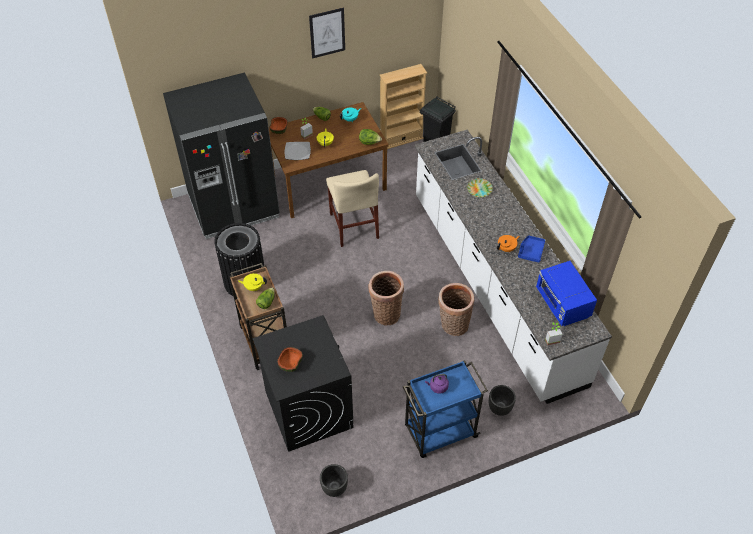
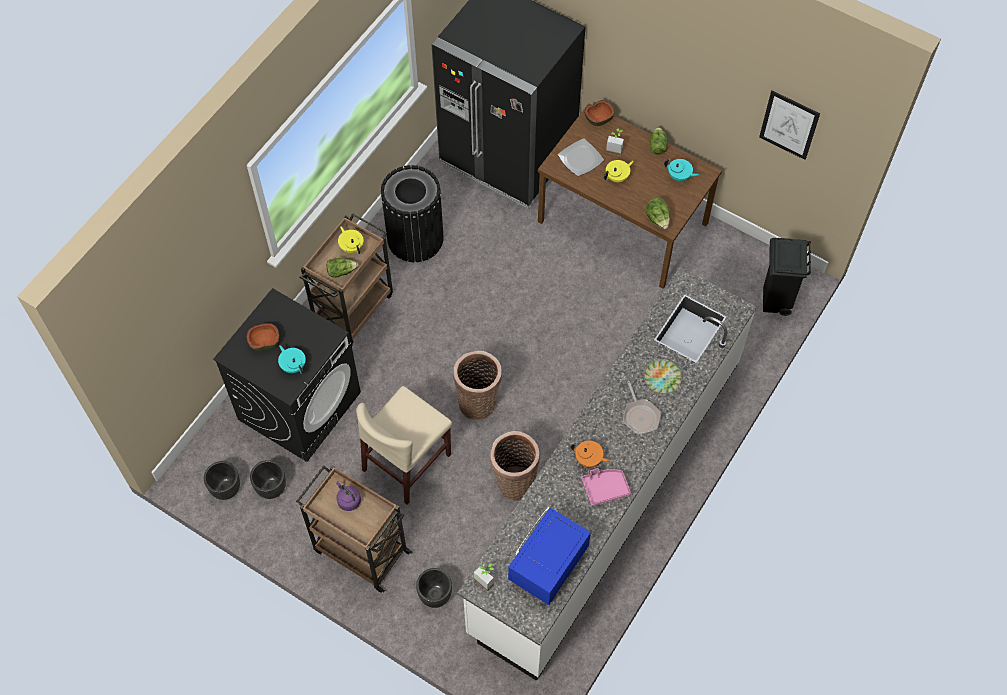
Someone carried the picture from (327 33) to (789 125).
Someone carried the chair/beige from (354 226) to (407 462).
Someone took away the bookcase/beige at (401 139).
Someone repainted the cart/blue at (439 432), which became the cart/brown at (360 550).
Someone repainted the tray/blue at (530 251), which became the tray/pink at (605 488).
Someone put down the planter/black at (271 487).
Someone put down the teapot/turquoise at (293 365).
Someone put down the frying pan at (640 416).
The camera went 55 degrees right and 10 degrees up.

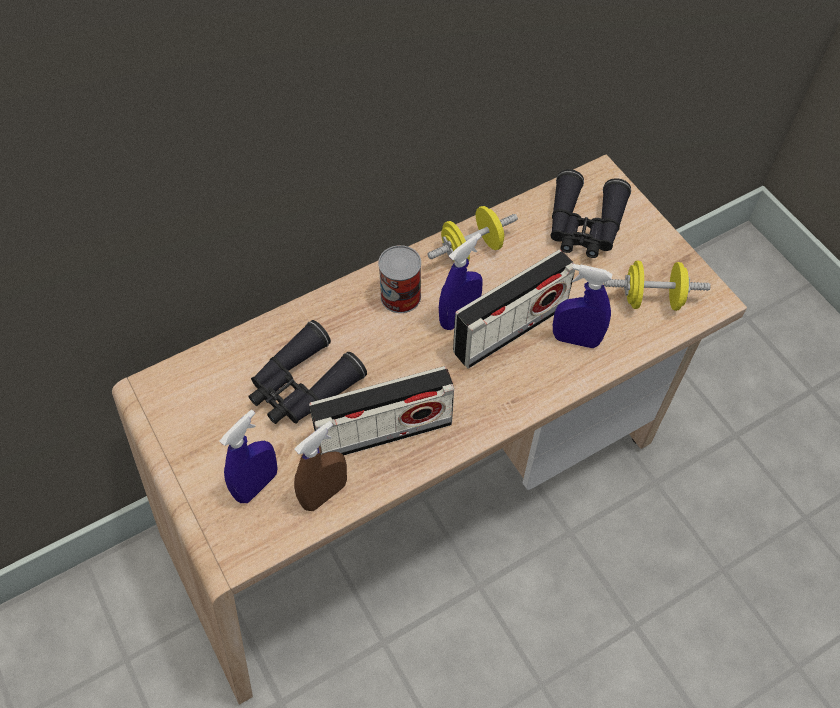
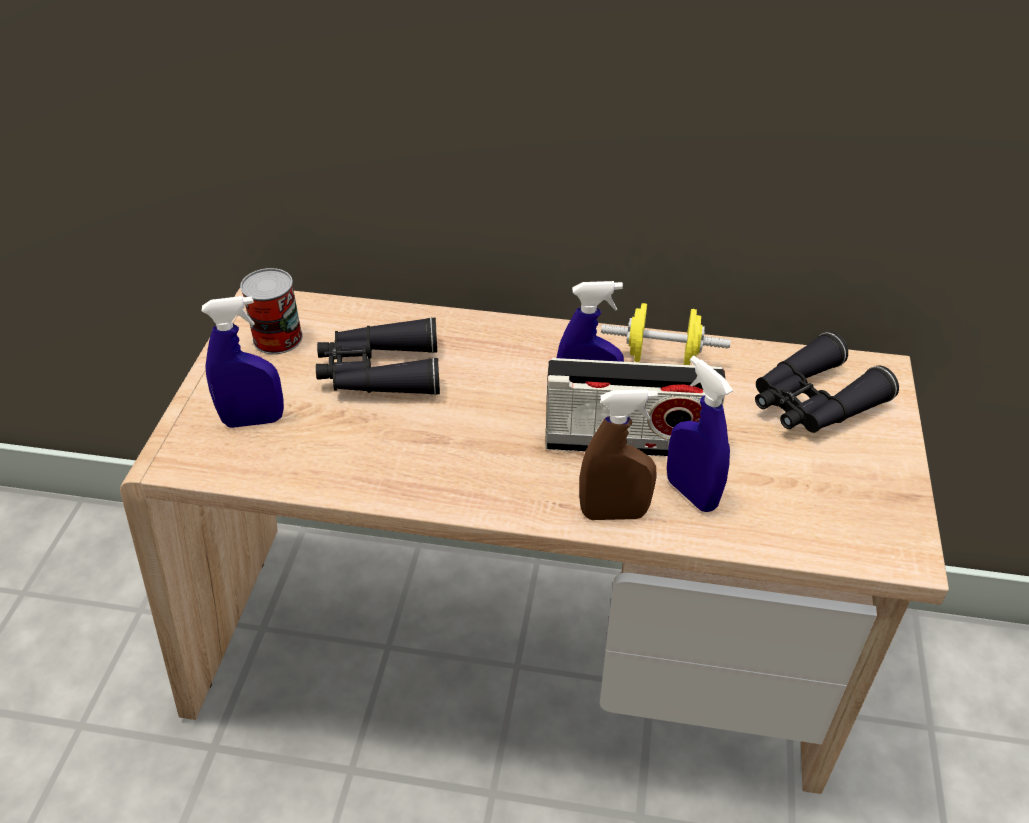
Someone carried the spray bottle/brown from (324 494) to (614 513).
Someone took away the radio at (384 431).
Someone carried the can from (400 296) to (277 338).
Someone took away the dumbbell/yellow at (651 299).
The camera went 40 degrees right and 15 degrees down.

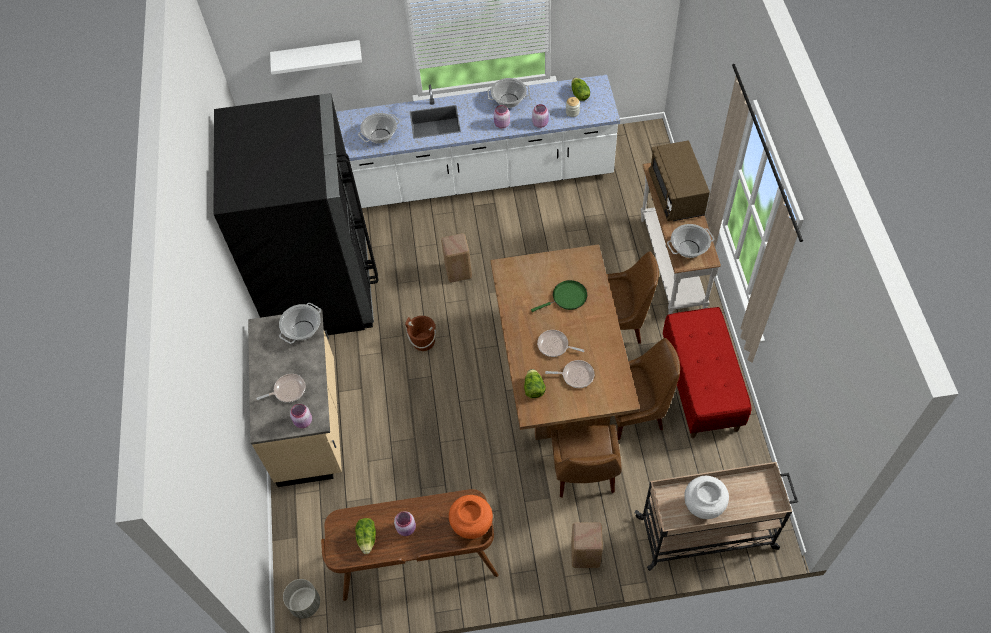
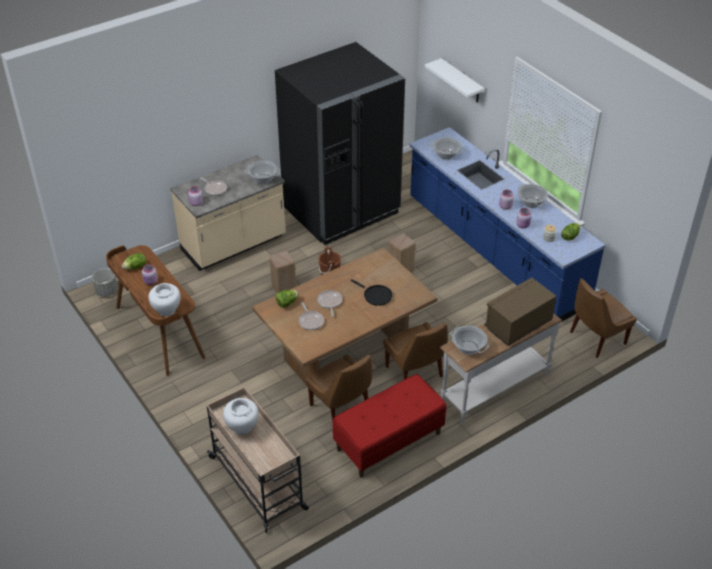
Someone repainted the counter/white at (479 178), which became the counter/blue at (494 251).
Someone repainted the vase/orange at (472 526), which became the vase/white at (167 311).
Someone repainted the frying pan/green at (567 298), which became the frying pan/black at (376 295).
Someone carried the chair/brown from (584 475) to (595 338).
Someone carried the stool/beige from (584 554) to (284 287).
The camera went 60 degrees right and 15 degrees down.

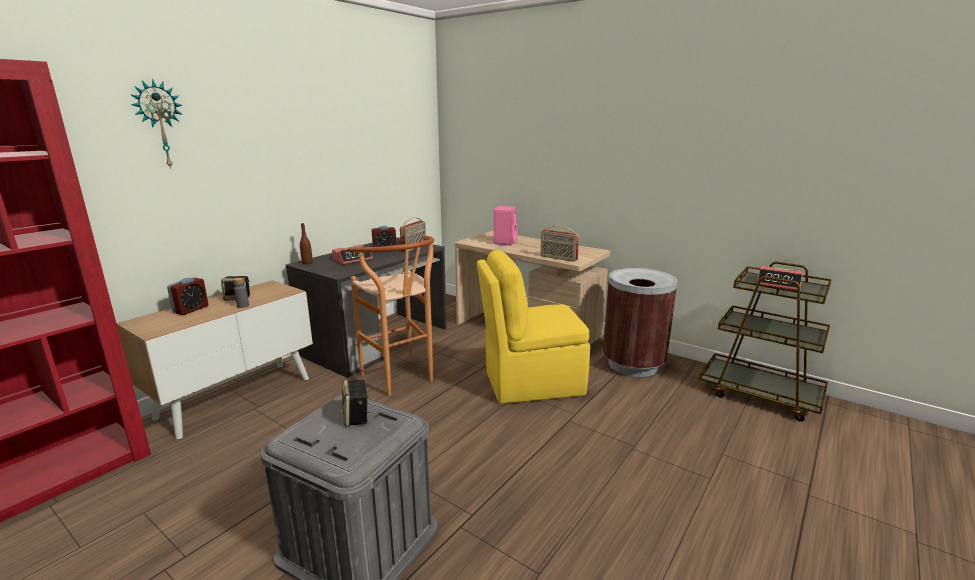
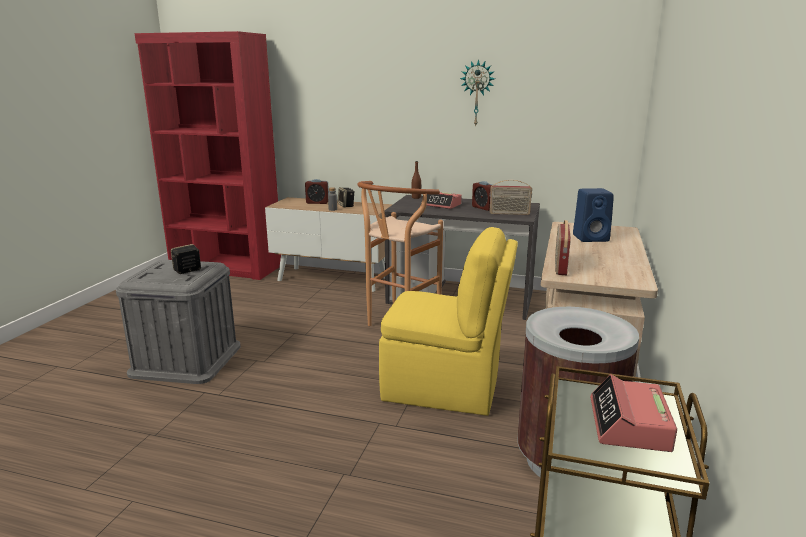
Someone carried the wall clock from (160 125) to (477 93).
Someone rotated the chair/yellow at (530 383) by 135 degrees clockwise.
Someone repainted the speaker/pink at (505 242), which became the speaker/blue at (591 238).
The camera went 70 degrees right and 0 degrees up.

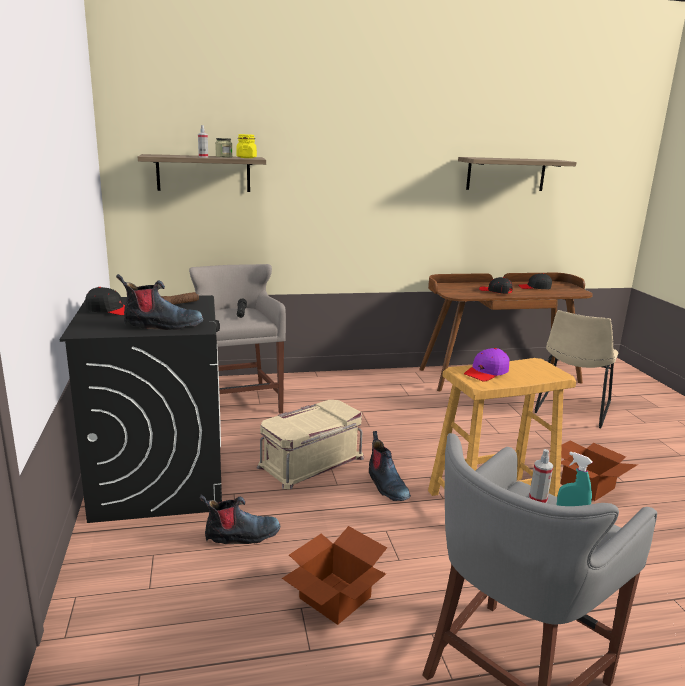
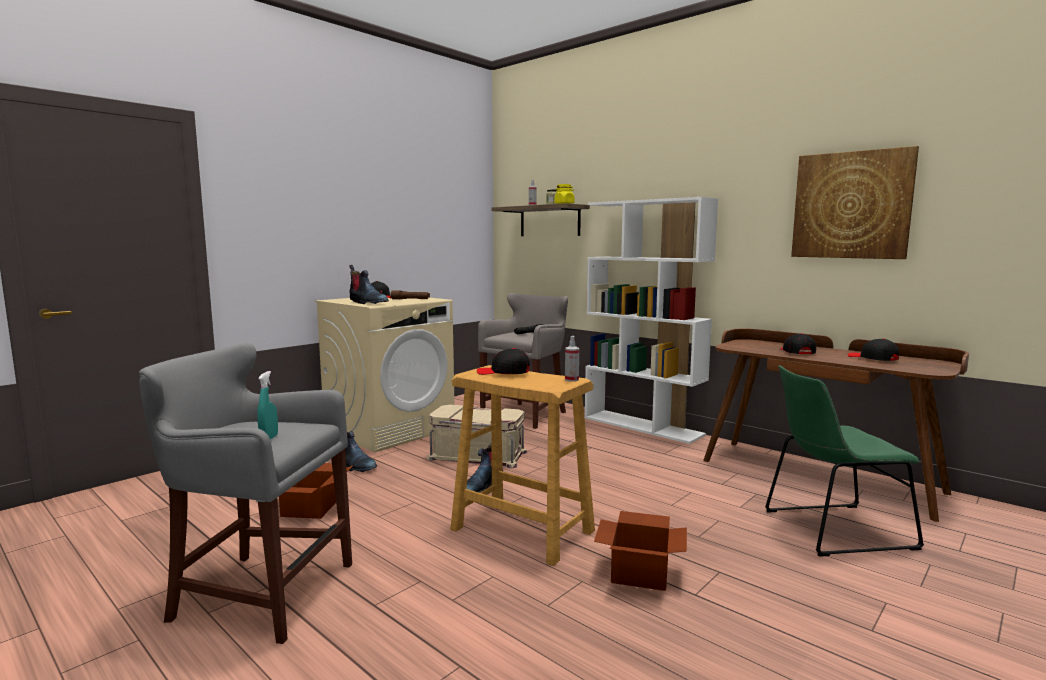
Someone repainted the washing machine/black at (159 479), which became the washing machine/beige at (390 429).
Someone swapped the shelf at (506 174) for the picture at (851 205).
Someone repainted the cap/purple at (486 372), which became the cap/black at (503 372).
Someone carried the spray bottle from (538 500) to (571 380).
Someone repainted the chair/beige at (572 409), which became the chair/green at (832 529).
Someone put down the bookcase/white at (643 426).
The camera went 55 degrees right and 10 degrees down.

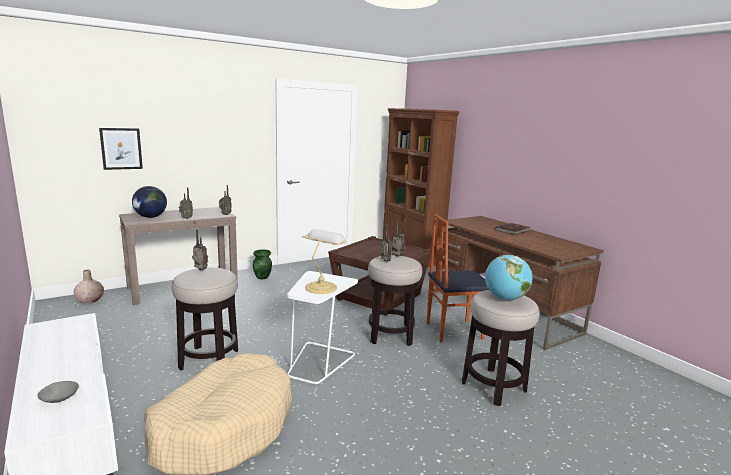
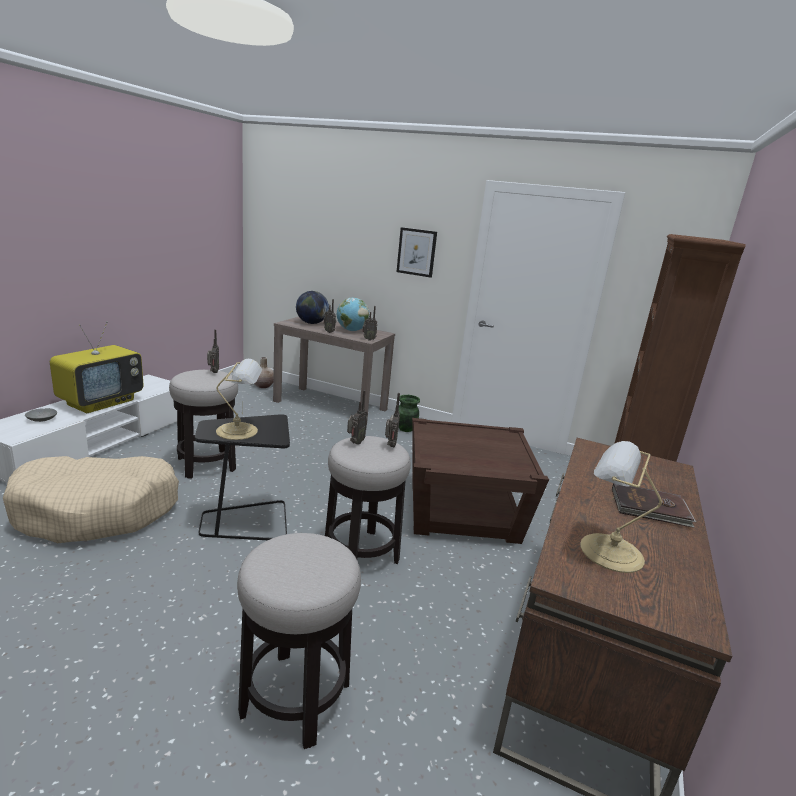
Someone carried the picture from (121 148) to (416 252).
Someone repainted the side table/white at (318 362), which became the side table/black at (246 522).
Someone took away the chair at (453 330).
Someone carried the globe from (505 299) to (351 330).
Someone put down the television at (101 402).
Someone put down the table lamp at (607 551).
The camera went 55 degrees right and 5 degrees up.

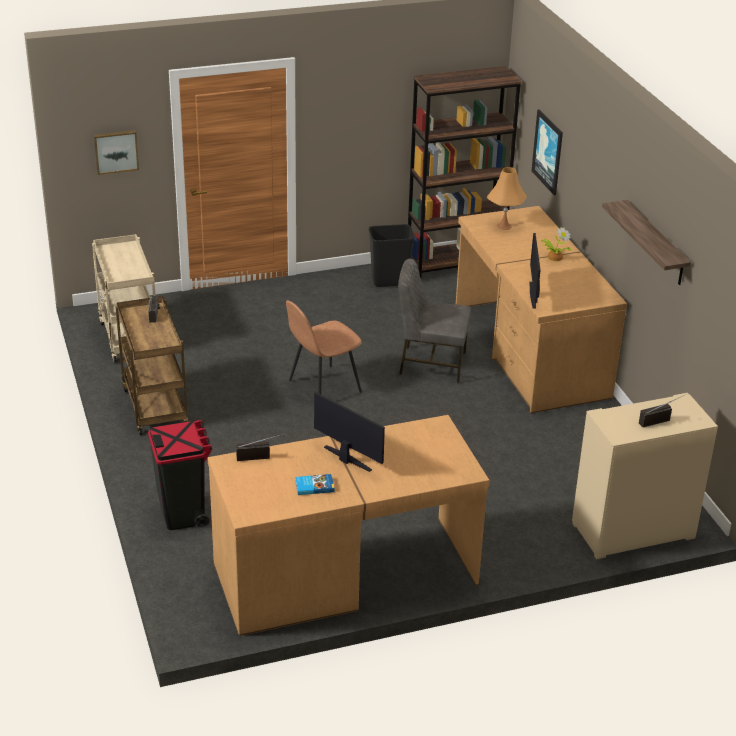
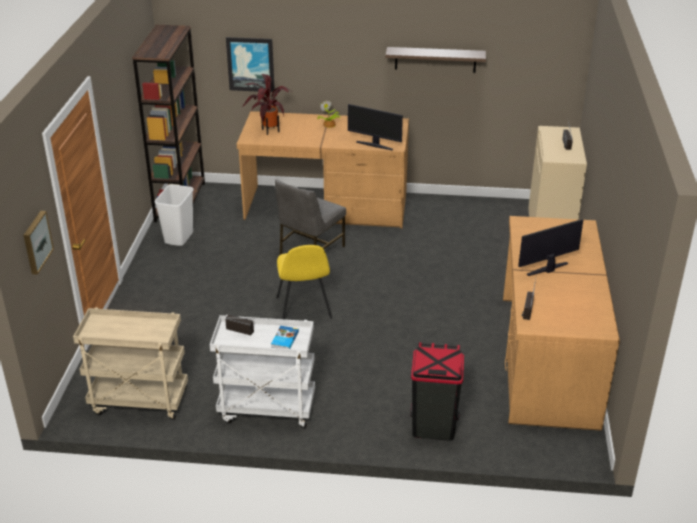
Someone repainted the cart/brown at (153 407), which became the cart/white at (266 410).
Someone repainted the chair/brown at (323 387), which became the chair/yellow at (303 309).
Someone carried the book from (314 486) to (284 339).
Someone repainted the trash can/black at (389 281), which became the trash can/white at (178 238).
Someone swapped the table lamp/orange at (504 226) for the potted plant at (268 130).
The camera went 65 degrees left and 0 degrees up.

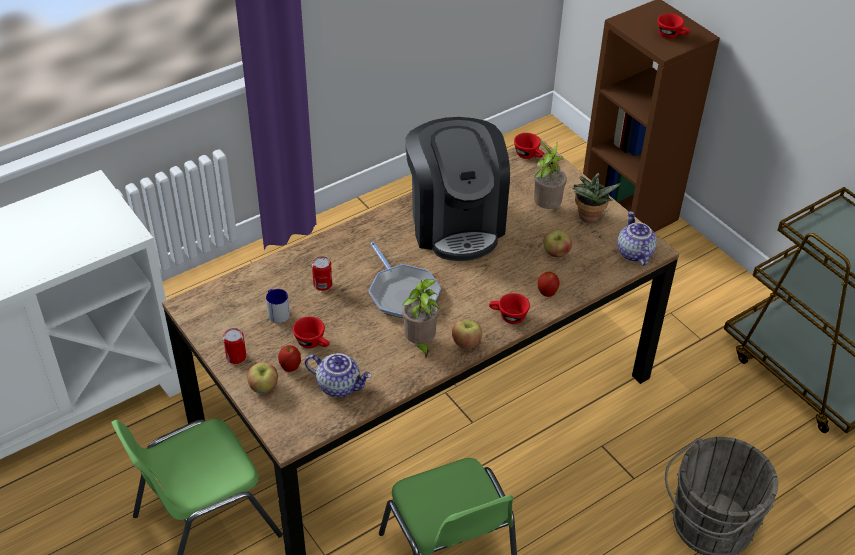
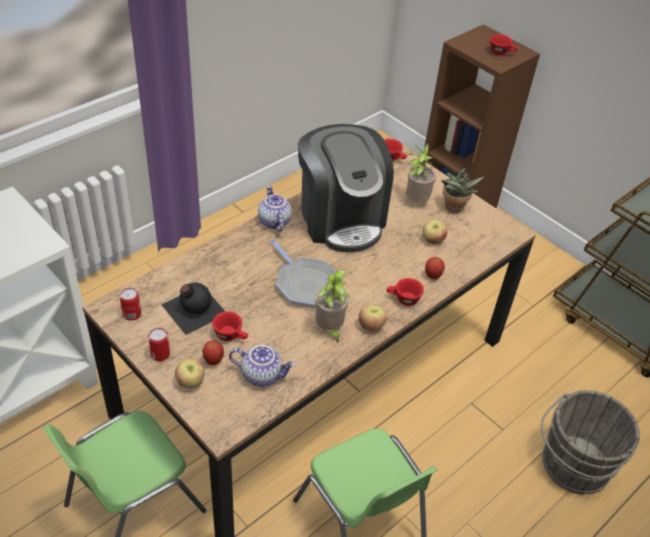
Someone swapped the mug at (277 312) for the bottle/black at (193 309).
Someone carried the can from (322 284) to (132 314).
Someone carried the teapot from (633 253) to (273 221).
The camera went 10 degrees left and 0 degrees up.

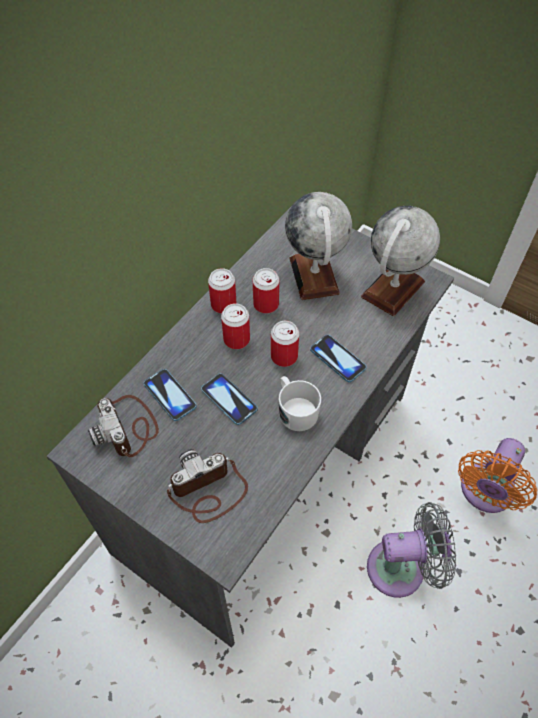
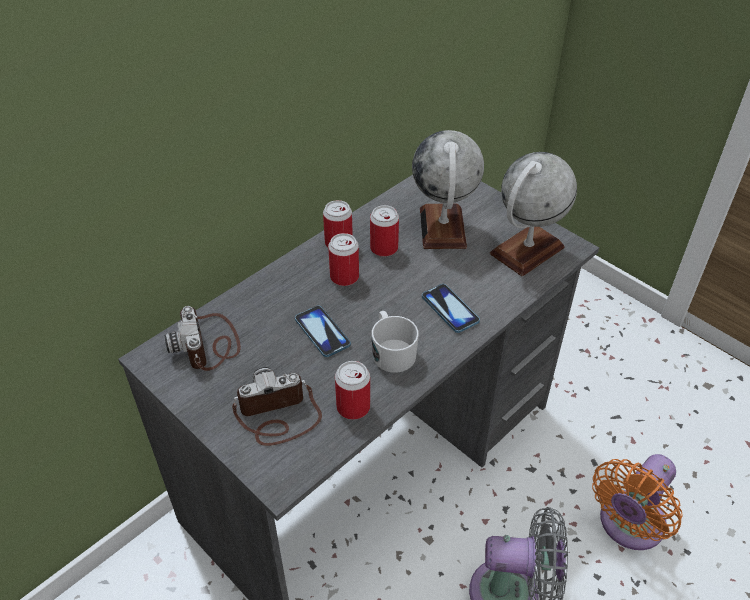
Someone took away the phone at (170 395).
Someone carried the can from (284 356) to (353 407).
The camera went 10 degrees right and 10 degrees down.

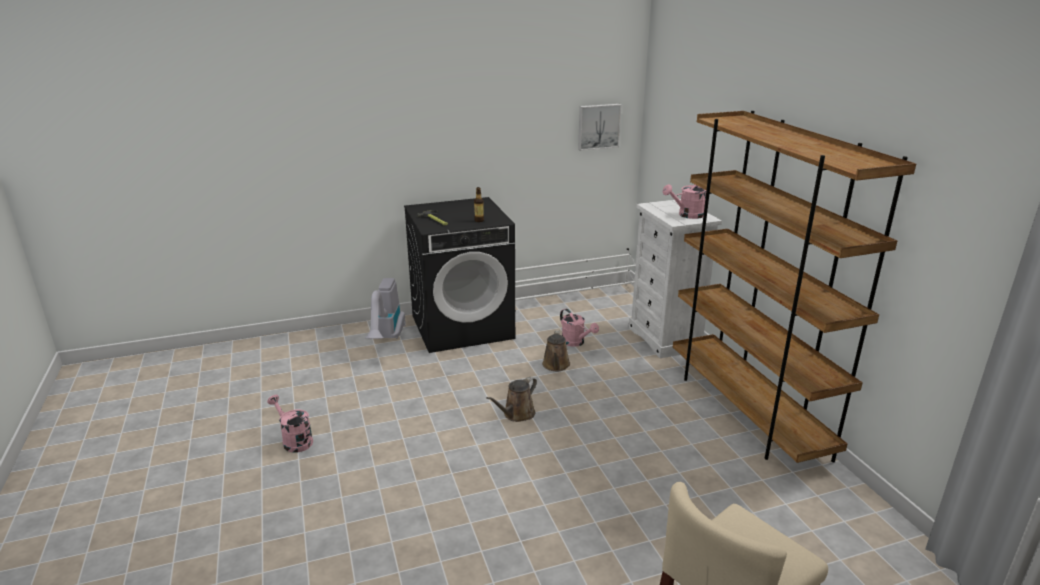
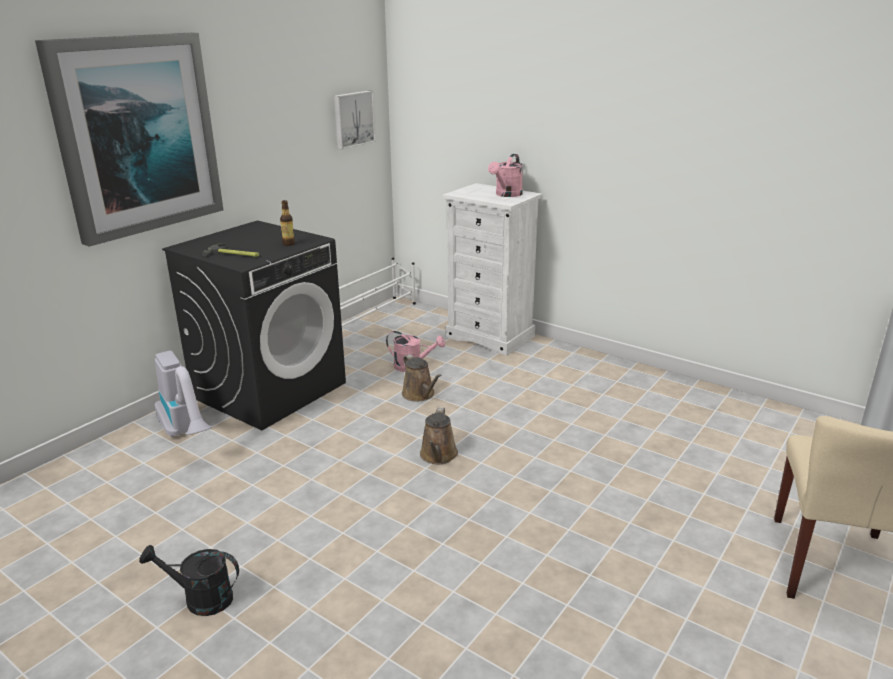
Someone repainted the watering can/pink at (294 440), which became the watering can/black at (200 599).
Someone took away the bookcase/brown at (747 411).
Someone put up the picture at (137 135).
The camera went 35 degrees left and 0 degrees up.

